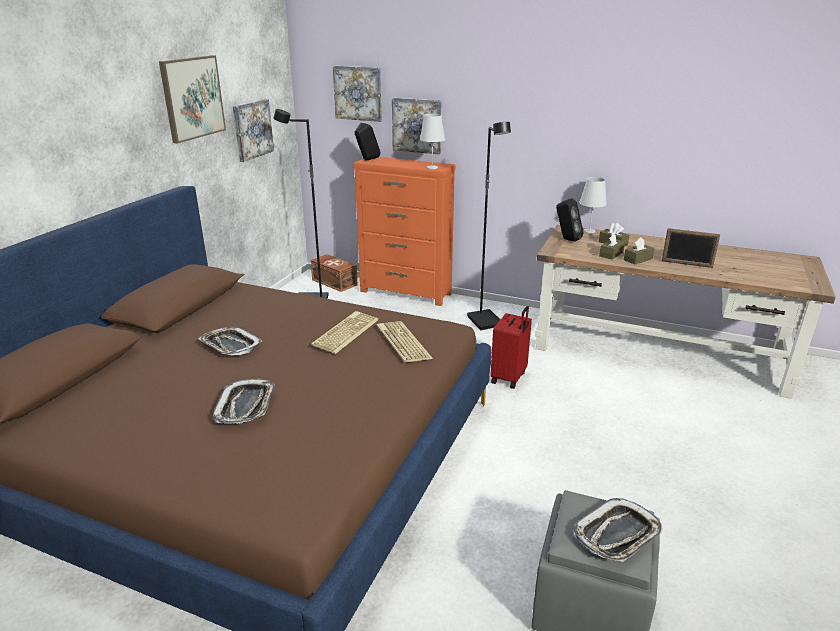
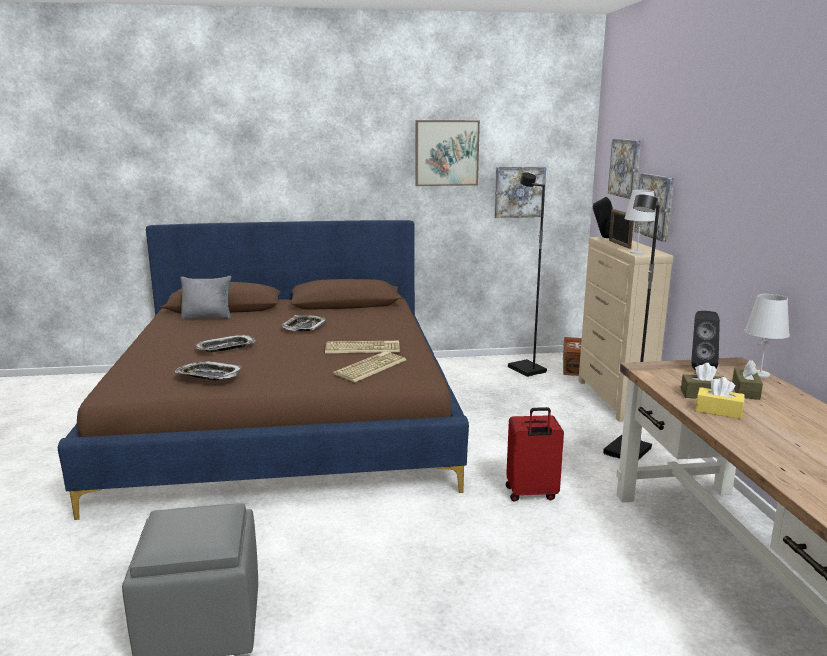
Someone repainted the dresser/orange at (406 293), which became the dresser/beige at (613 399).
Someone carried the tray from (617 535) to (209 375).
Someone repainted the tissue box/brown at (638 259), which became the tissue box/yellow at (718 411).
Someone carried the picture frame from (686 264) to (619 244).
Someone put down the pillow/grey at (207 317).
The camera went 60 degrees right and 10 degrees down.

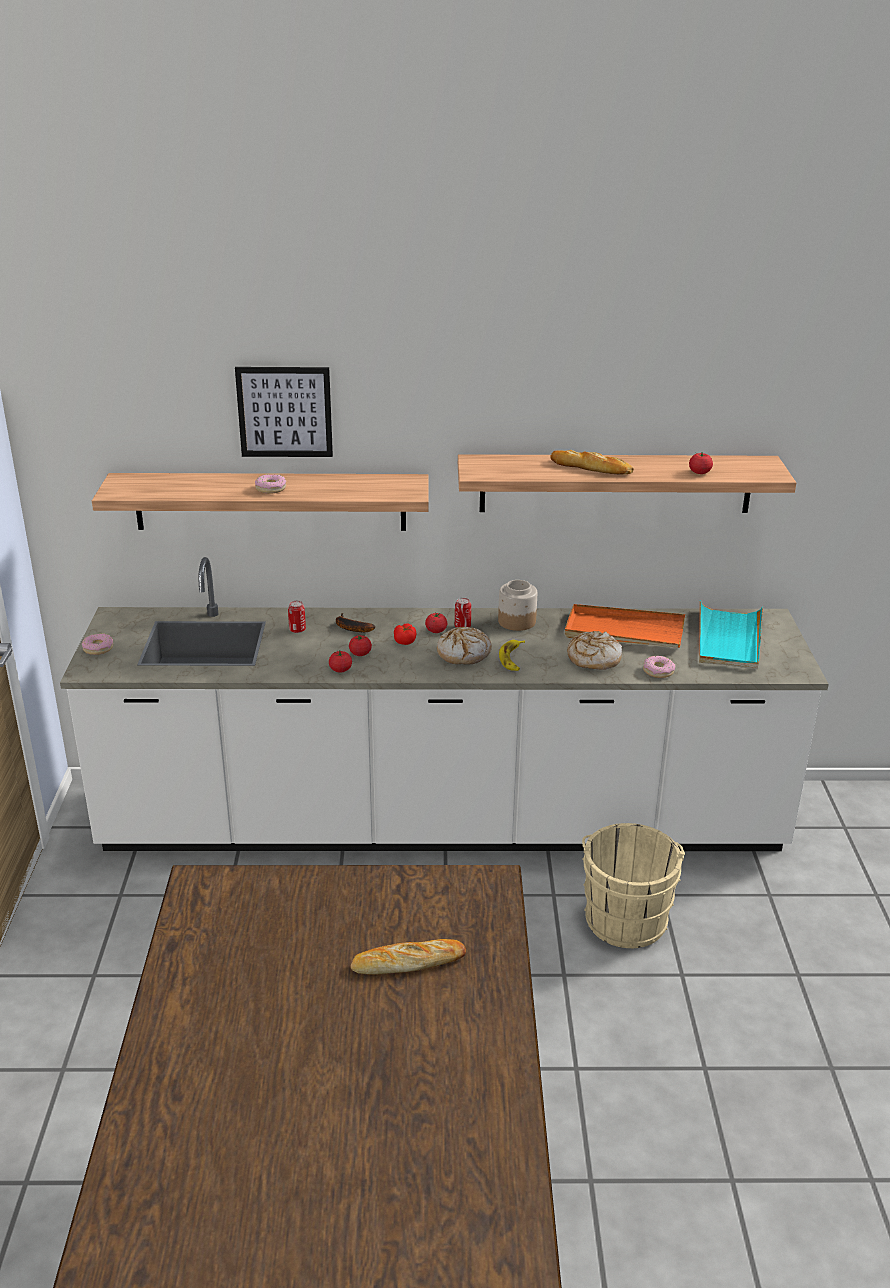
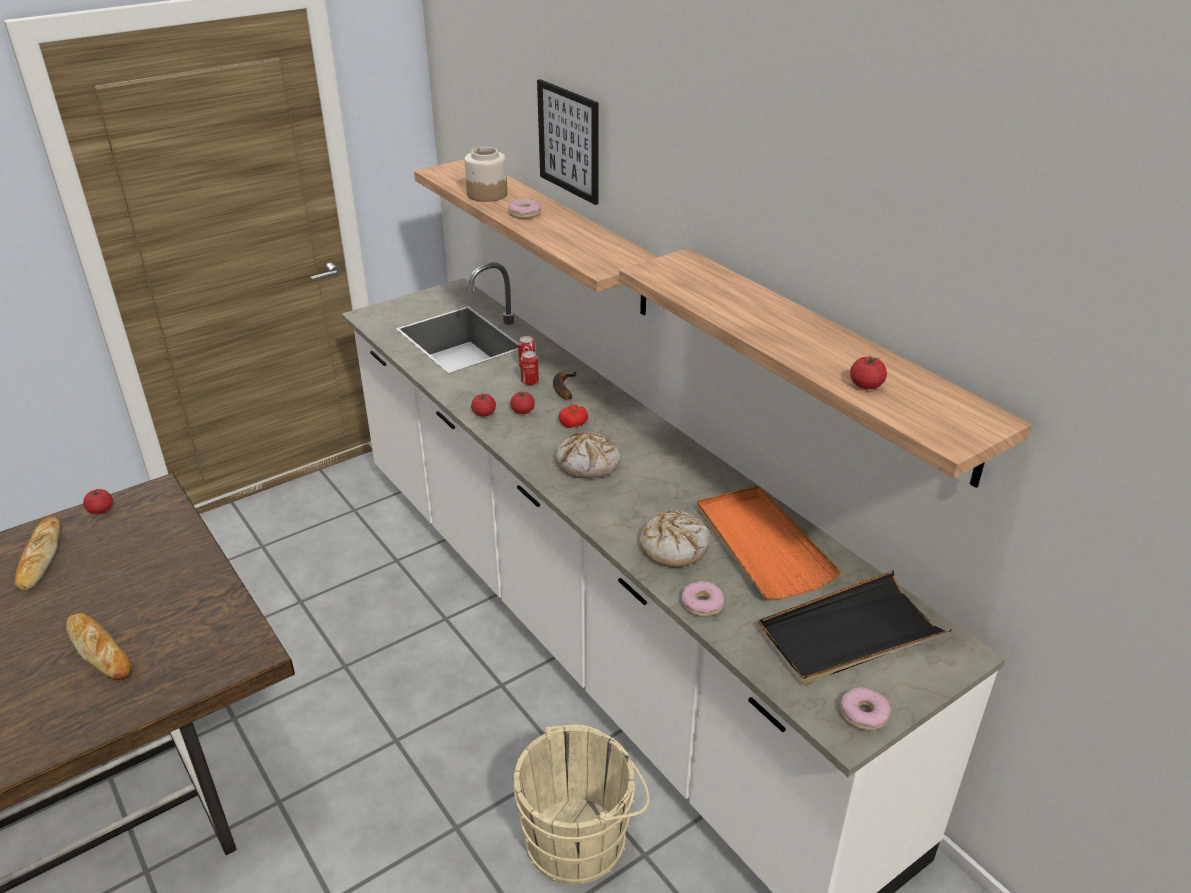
Someone carried the donut from (98 648) to (863 714).
Someone carried the tomato from (436 631) to (101 510).
Someone carried the can from (462 627) to (530 382).
Someone carried the jar from (516 622) to (487 194).
Someone took away the banana at (513 659).
Someone carried the bread from (591 468) to (40 557).
Someone repainted the tray/turquoise at (728 639), which became the tray/black at (849 633).
The camera went 55 degrees right and 5 degrees up.

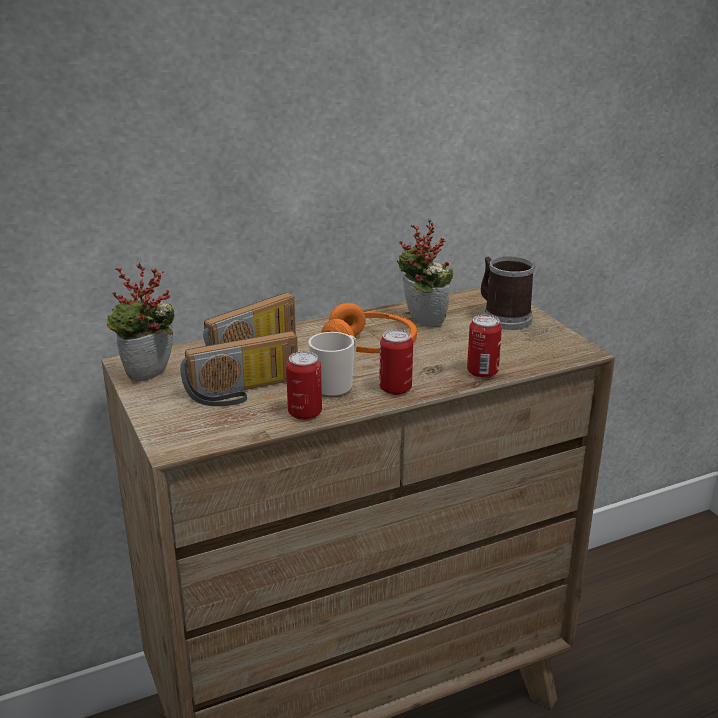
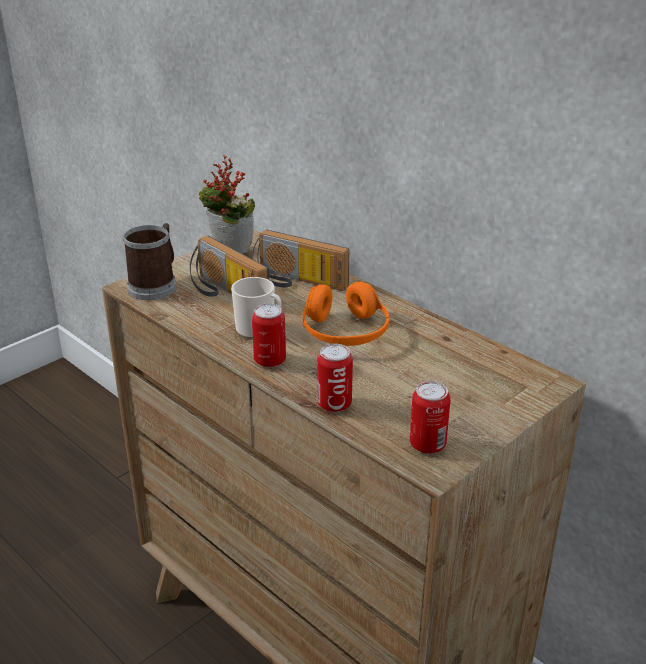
Someone carried the can from (305 413) to (427 444).
Someone took away the potted plant at (421 322).
Someone carried the mug from (502 317) to (155 285).
The camera went 70 degrees right and 5 degrees up.

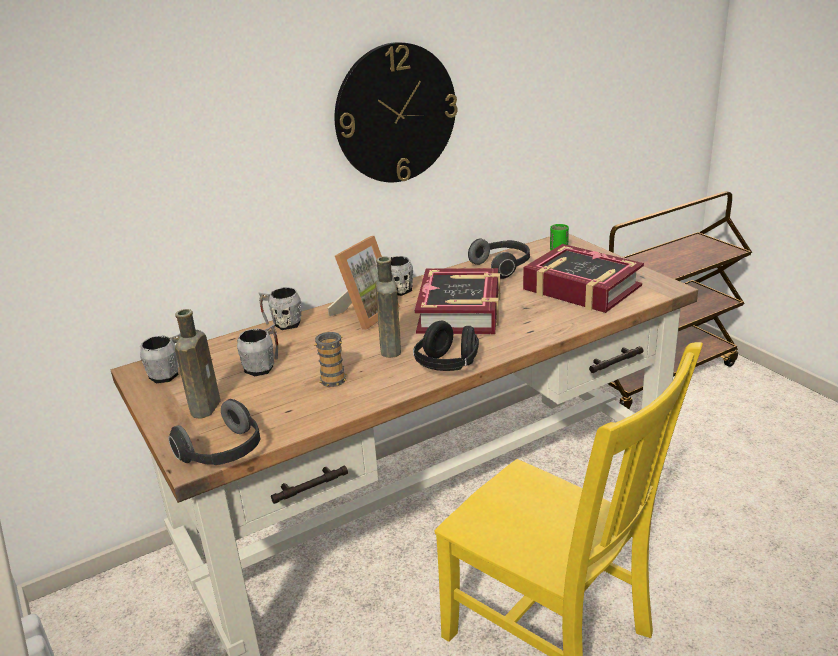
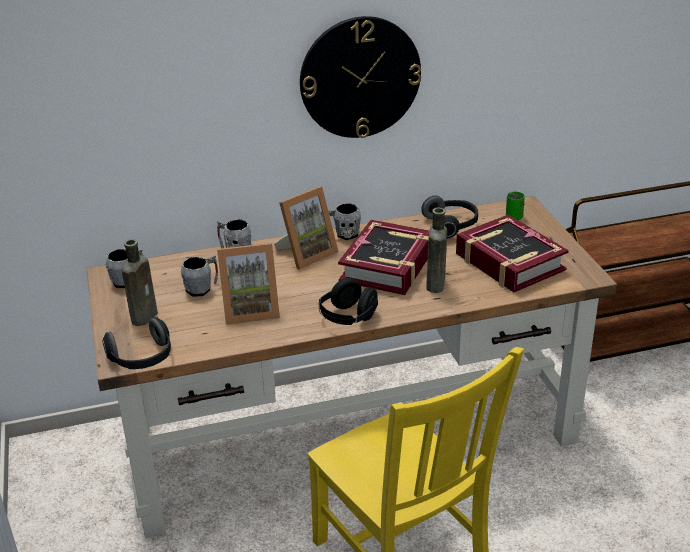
Someone swapped the mug at (331 377) for the picture frame at (250 310).
Someone carried the bottle/brown from (391 350) to (435 285).
The camera went 15 degrees right and 5 degrees up.

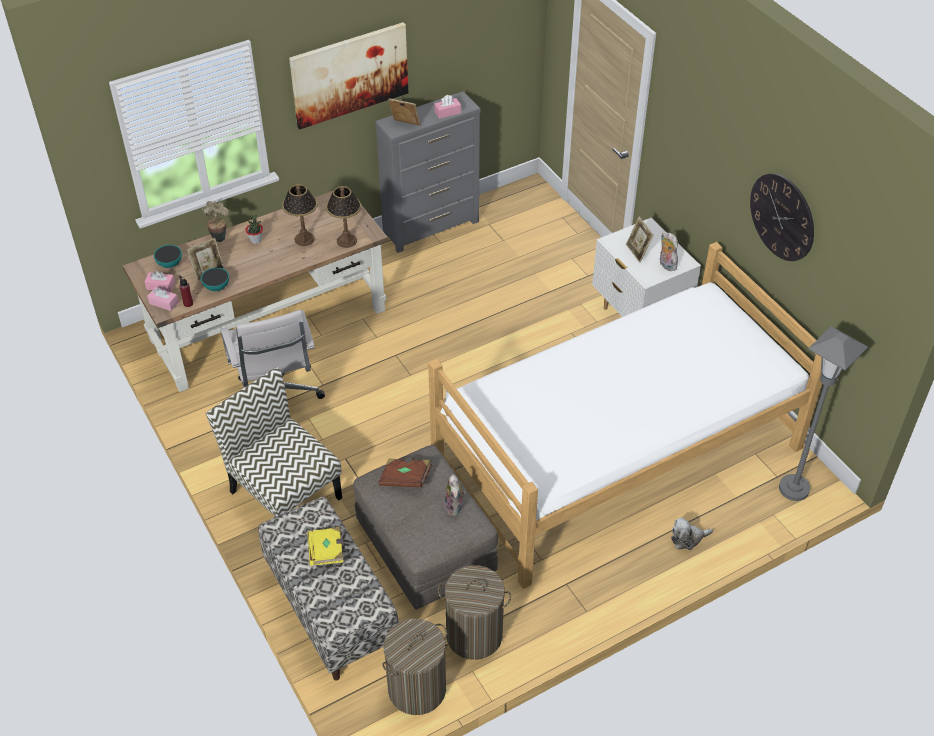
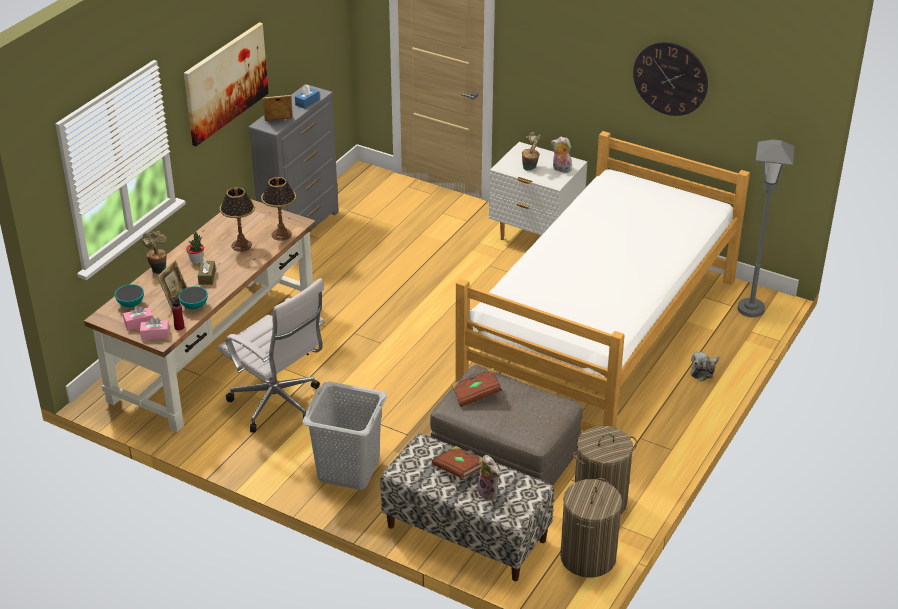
Someone swapped the chair at (284 493) for the laundry basket/grey at (348 469).
Someone repainted the book/yellow at (327 552), which became the book/brown at (459 470).
Someone repainted the tissue box/pink at (447 112), which became the tissue box/blue at (307 102).
Someone carried the plush toy from (455 507) to (489 492).
Someone swapped the picture frame at (637 252) for the potted plant at (530 168).
Someone put down the tissue box/brown at (207 277).
The camera went 30 degrees left and 10 degrees down.

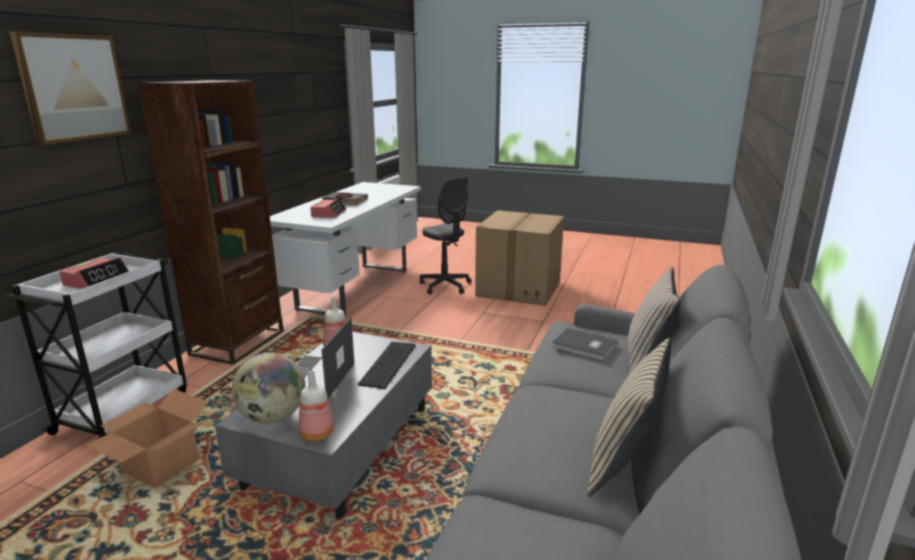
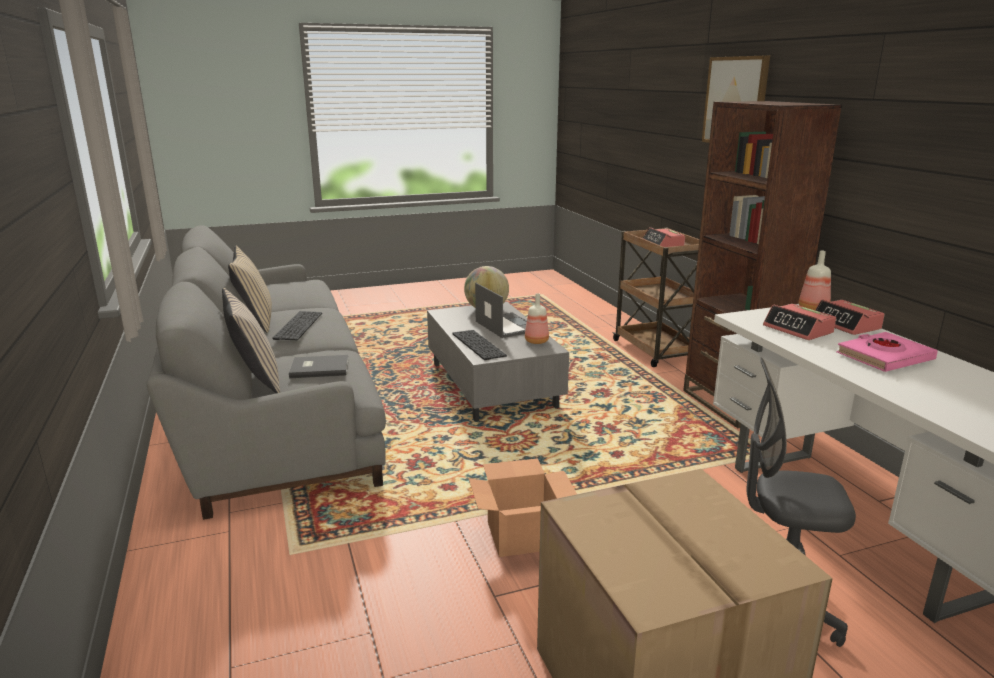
Someone repainted the cart/white at (125 411), which became the cart/brown at (656 351).
Someone carried the cardboard box from (162 466) to (521 536).
Someone carried the bottle from (316 435) to (812 309).
Someone repainted the book/black at (345 202), which became the book/pink at (884 357).
Someone put down the keyboard at (297 325).
Someone put down the alarm clock at (846 325).
The camera went 140 degrees right and 0 degrees up.

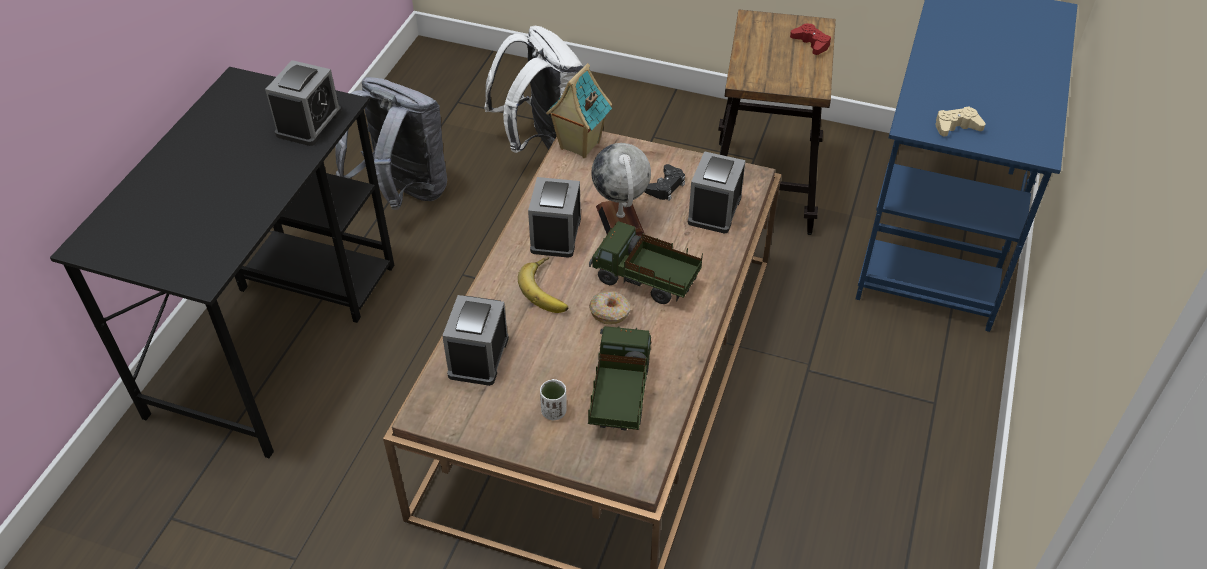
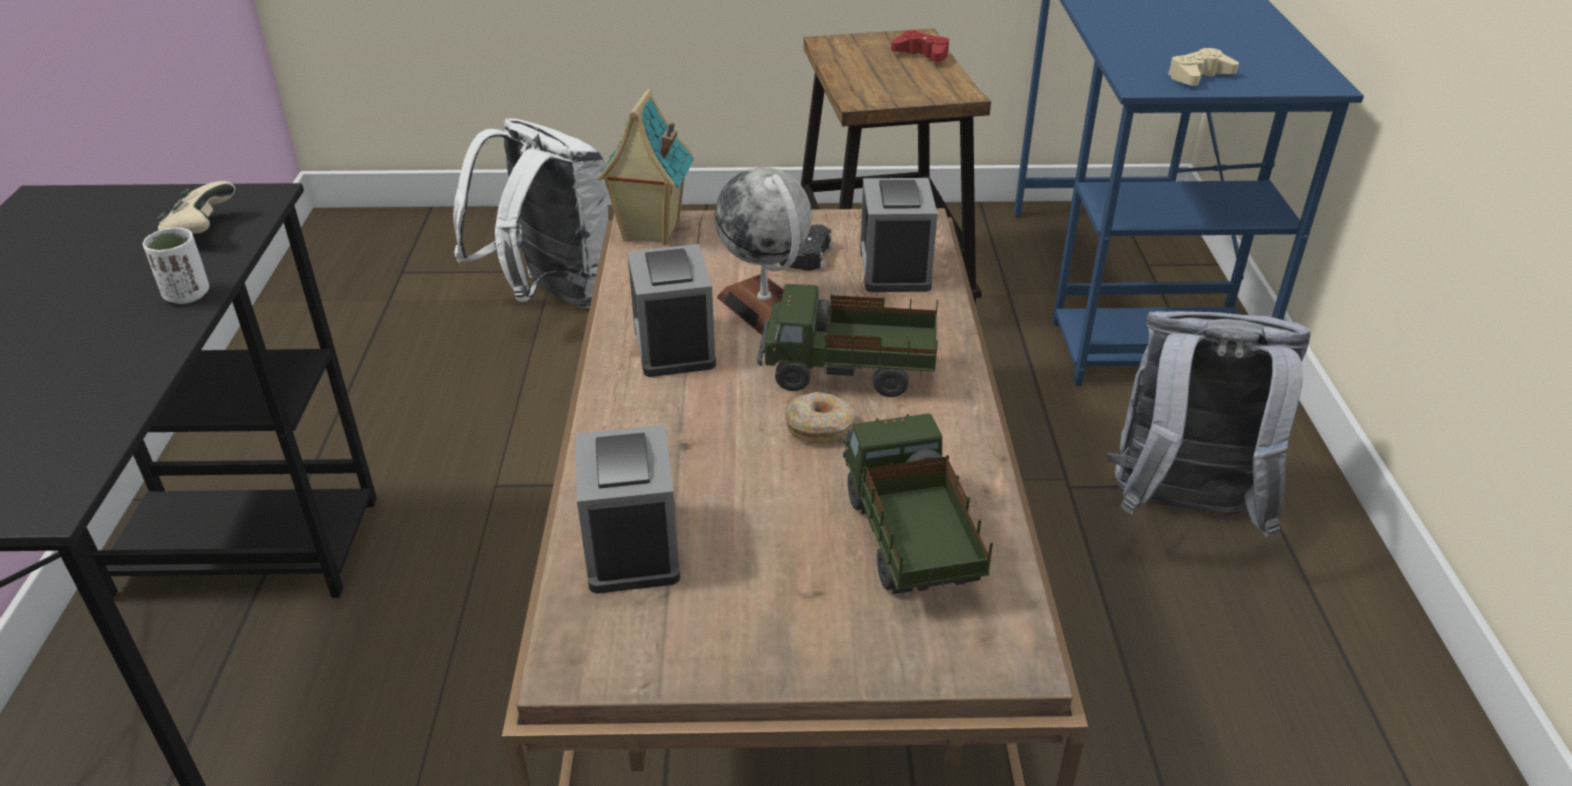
Someone swapped the alarm clock at (309 123) for the game controller/beige at (201 230).
Someone carried the backpack/grey from (403 193) to (1181 511).
Someone took away the banana at (548 289).
Someone carried the cup/white from (554 412) to (187 295).
The camera went 20 degrees left and 10 degrees down.

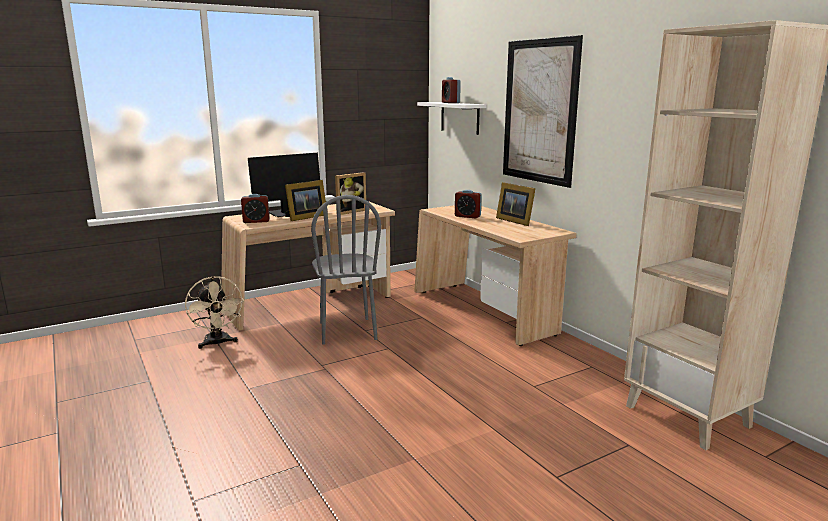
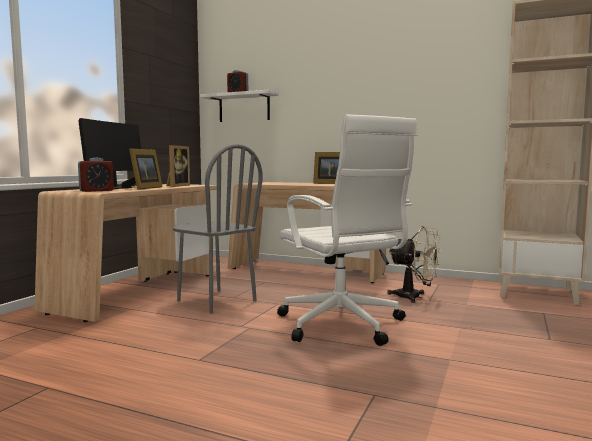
Someone carried the fan/beige from (217 343) to (414 297).
Someone took away the alarm clock at (467 216).
Someone took away the picture at (539 111).
Someone put down the office chair/white at (342 325).
The camera went 35 degrees left and 10 degrees down.

